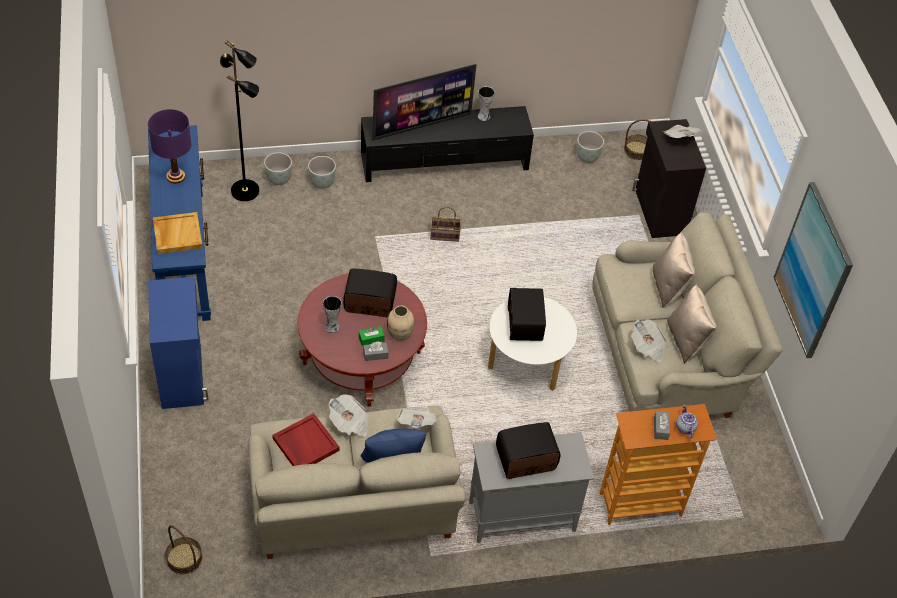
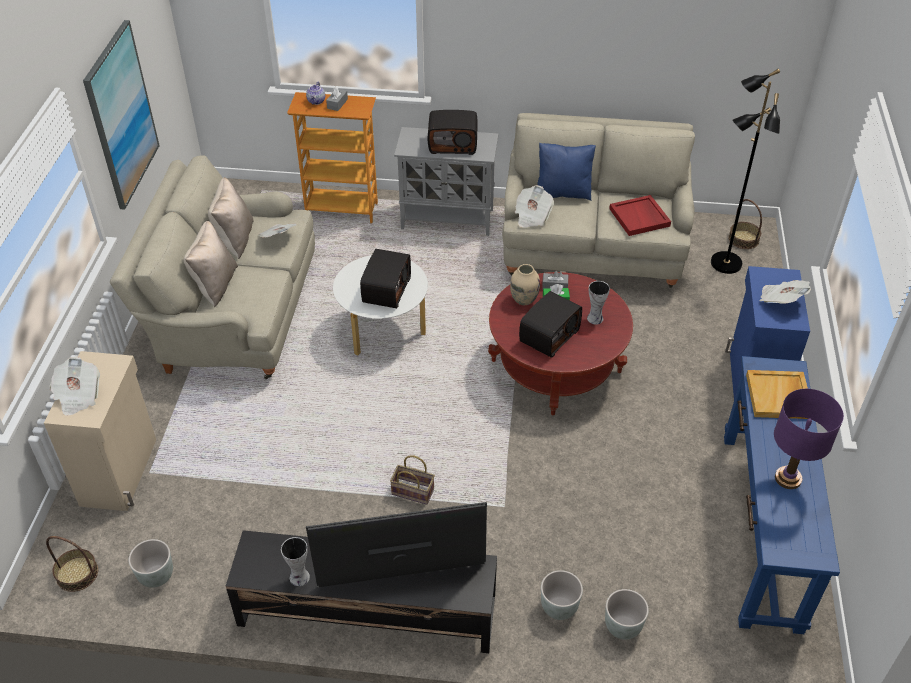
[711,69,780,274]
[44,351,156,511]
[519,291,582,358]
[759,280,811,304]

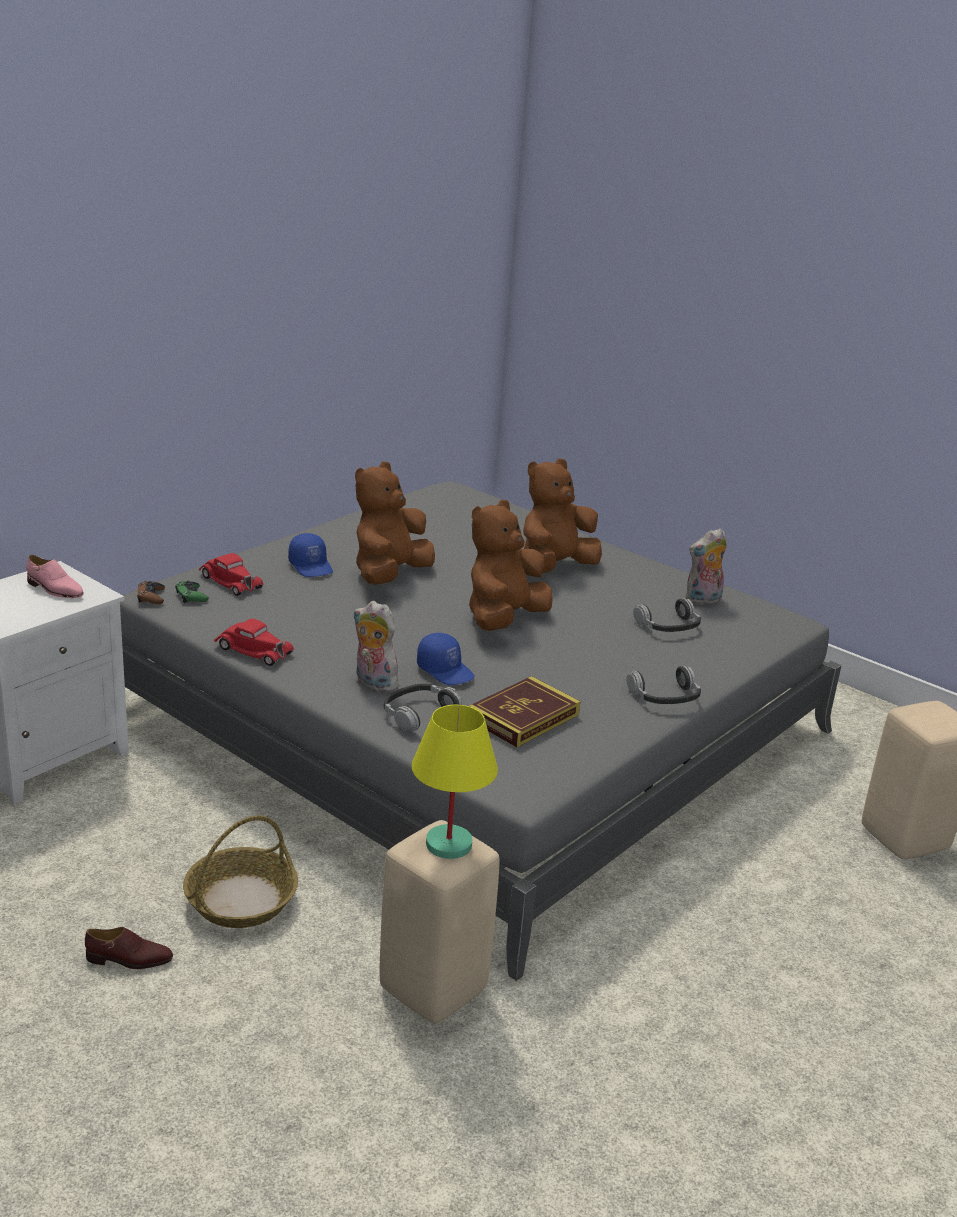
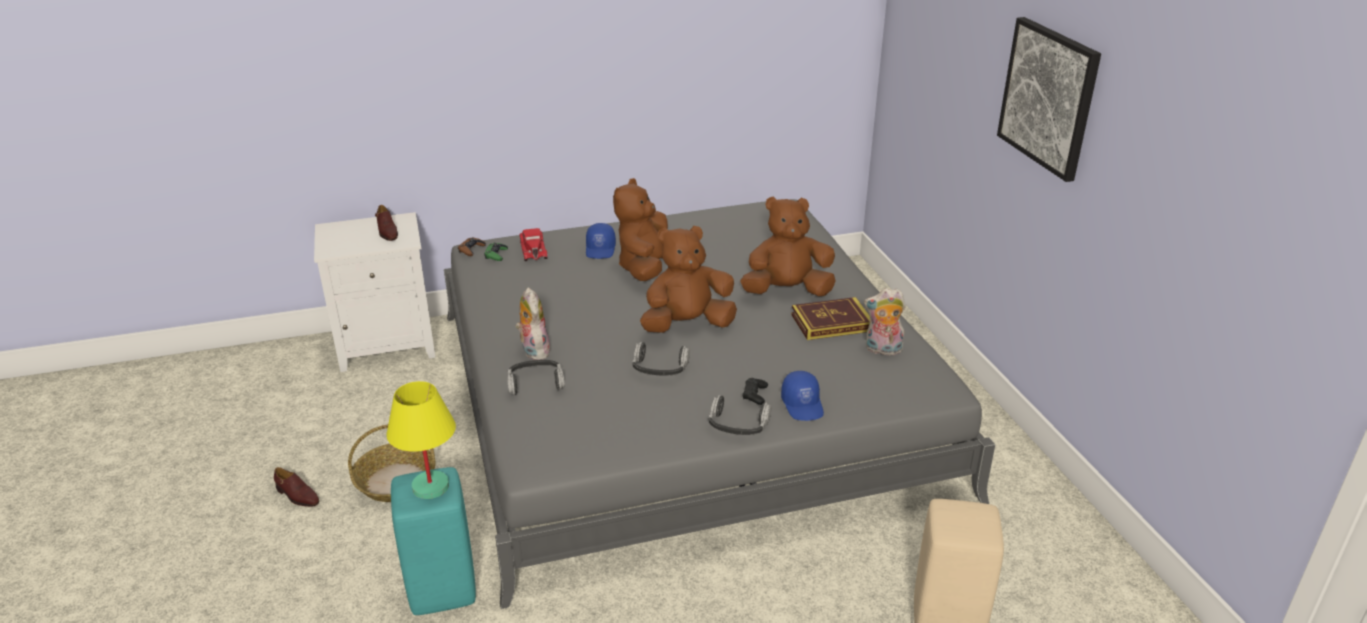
[613,178,668,281]
[375,205,398,241]
[632,342,690,376]
[214,618,294,666] (first image)
[781,371,824,421]
[791,297,870,340]
[391,467,476,615]
[997,17,1101,182]
[743,378,768,405]

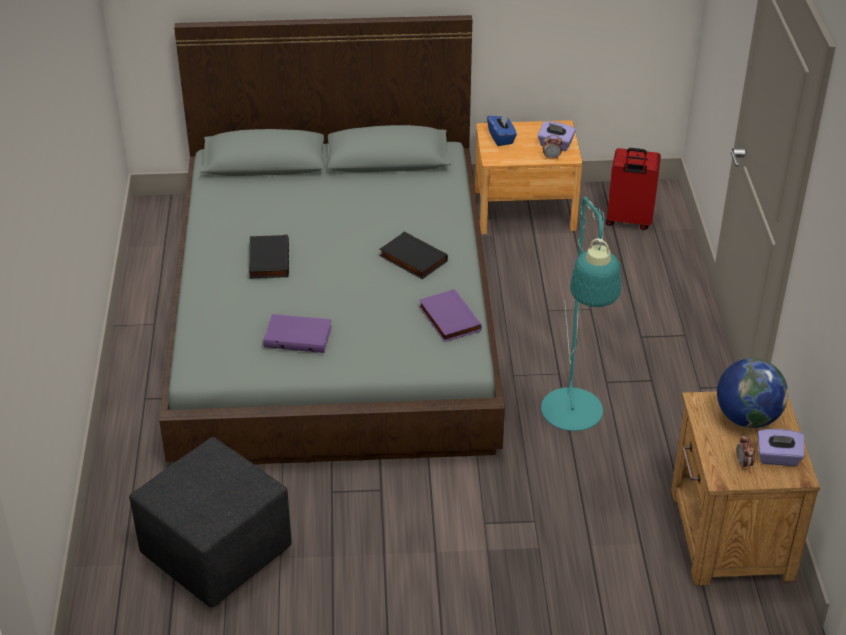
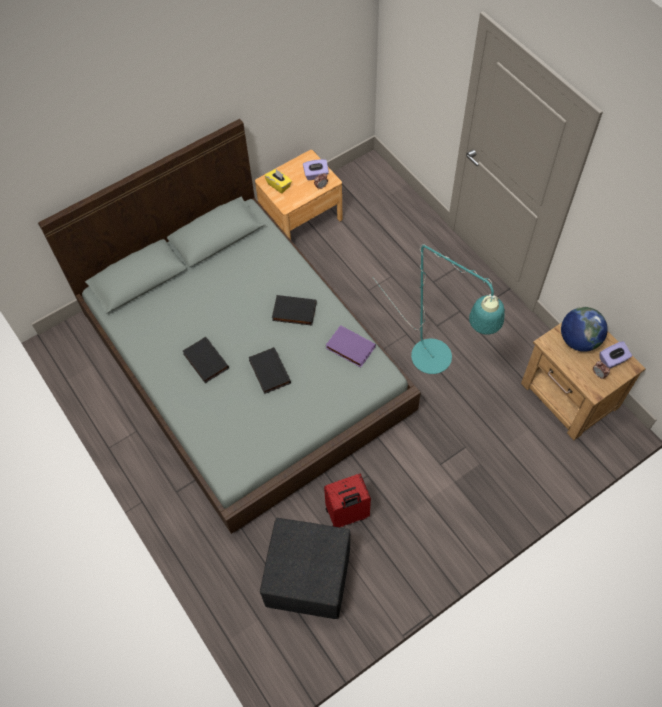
[265,169,292,193]
[324,474,371,527]
[263,314,332,353] (first image)
[248,347,291,394]

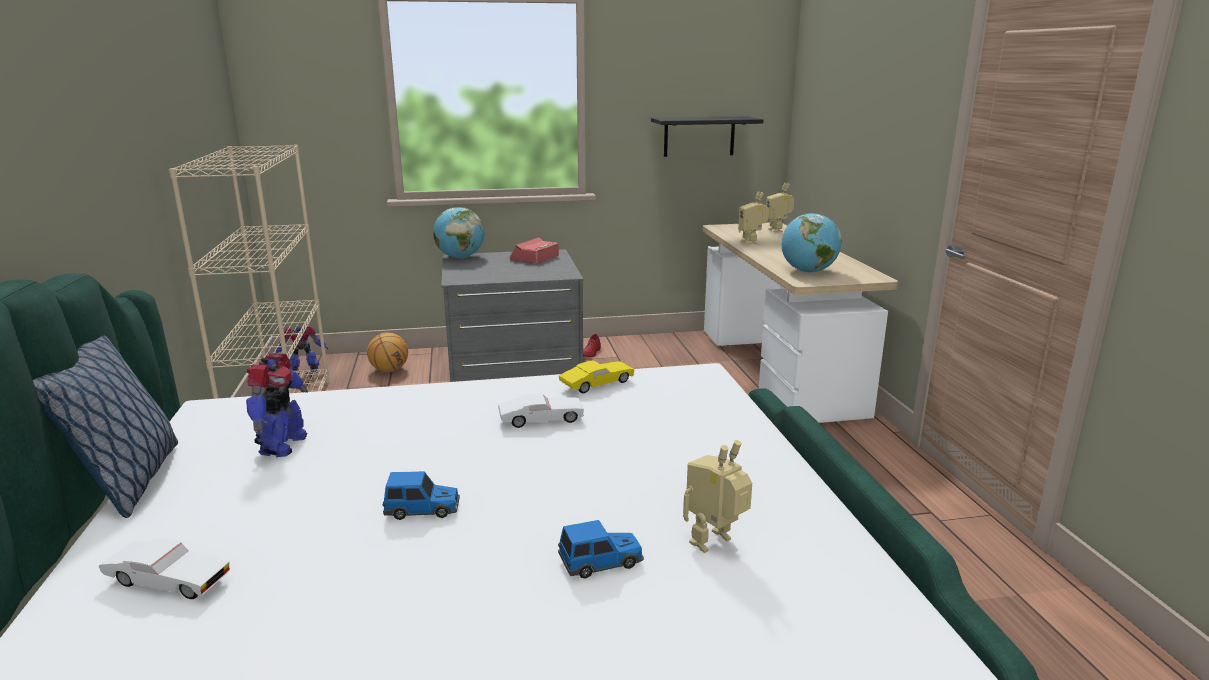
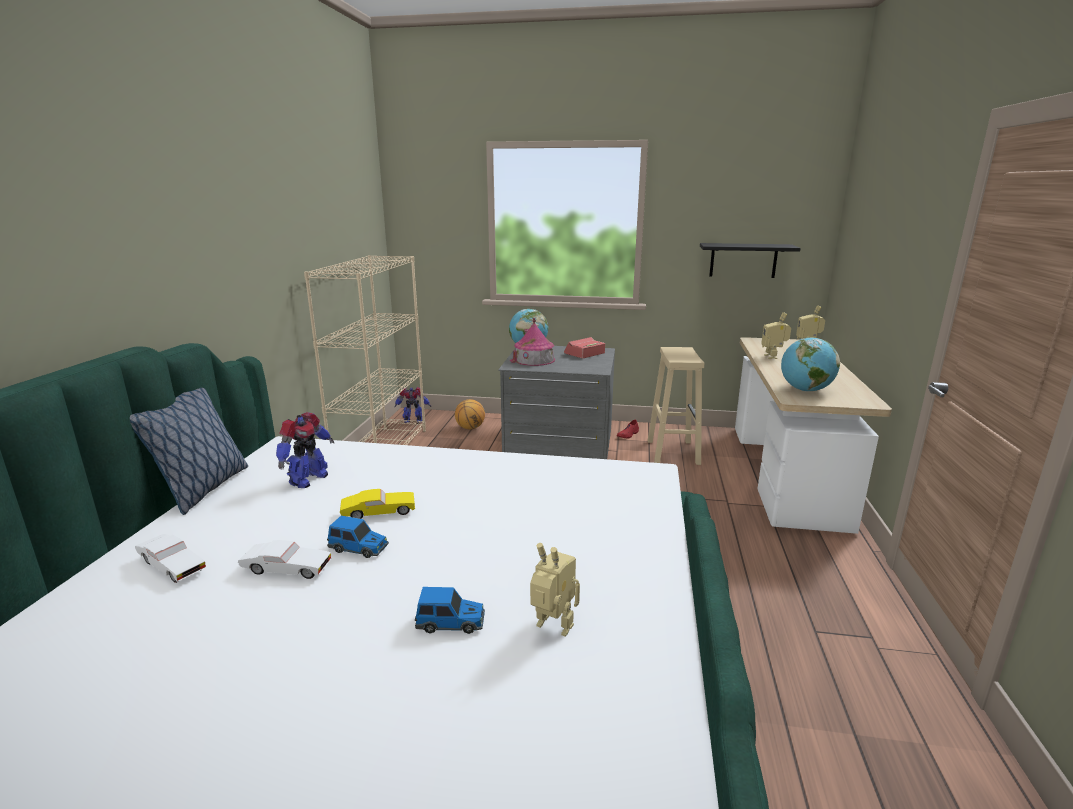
[340,489,415,519]
[238,540,332,579]
[530,543,580,637]
[510,318,555,366]
[647,347,704,465]

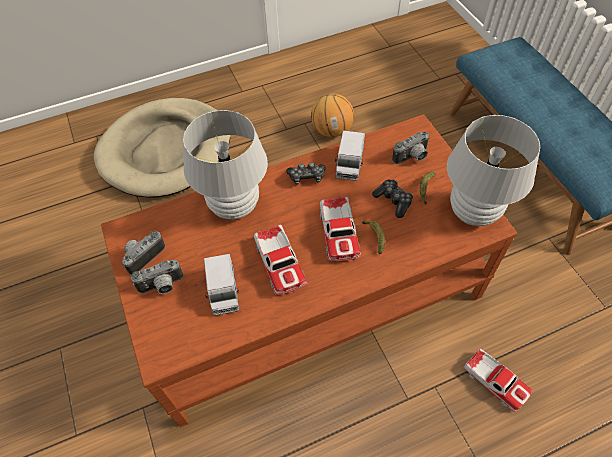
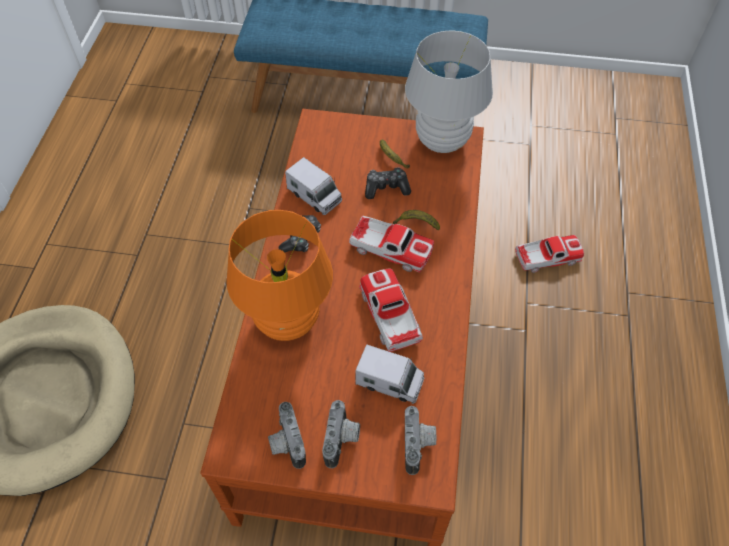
[311,93,354,137] (first image)
[226,210,333,341]
[405,406,436,475]
[359,269,423,352]

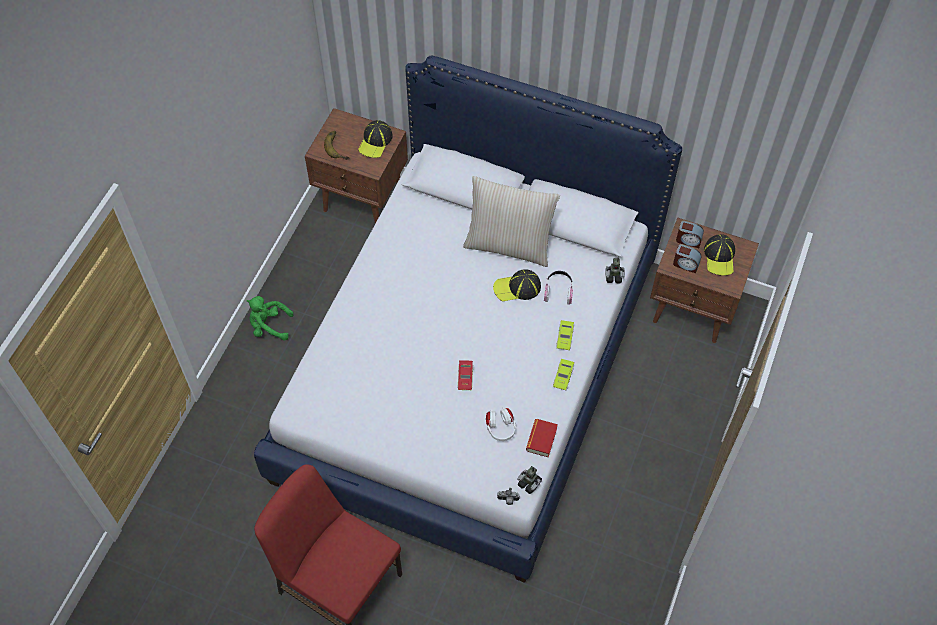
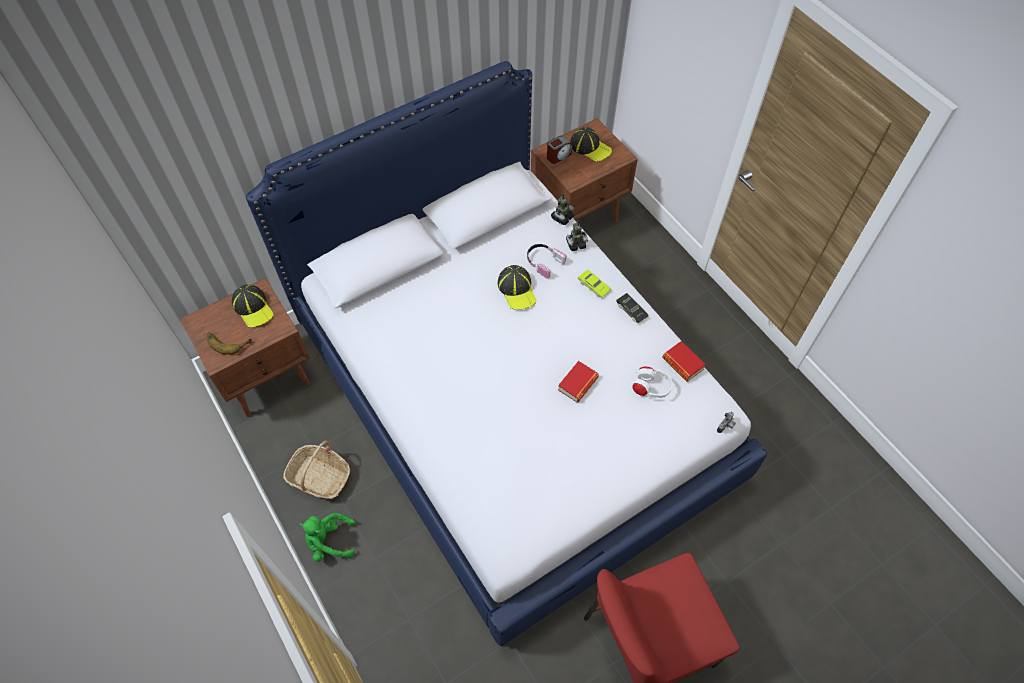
[463,176,560,267] (first image)
[673,244,701,273] (first image)
[498,265,537,309]
[299,513,356,562]
[616,293,648,323]
[558,361,599,402]
[566,220,588,251]
[283,441,350,499]

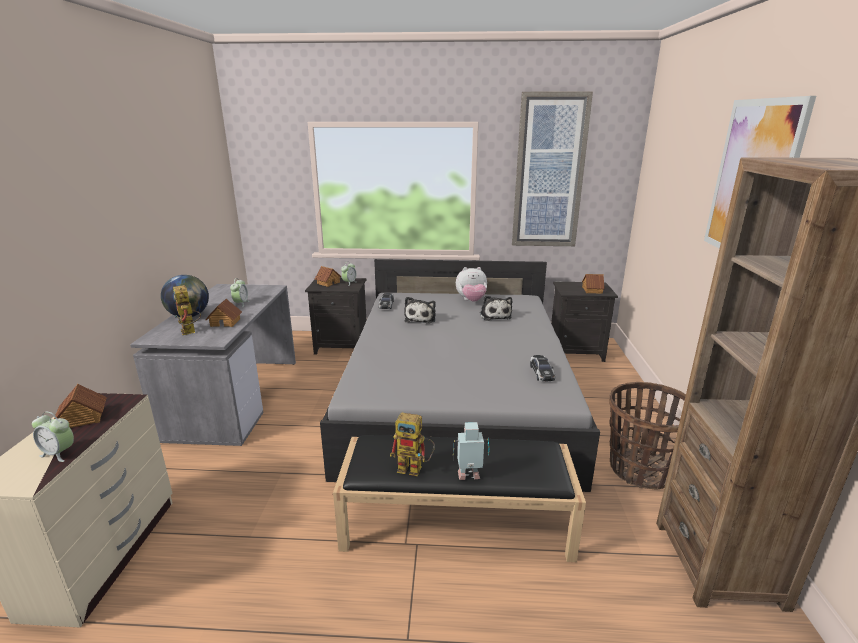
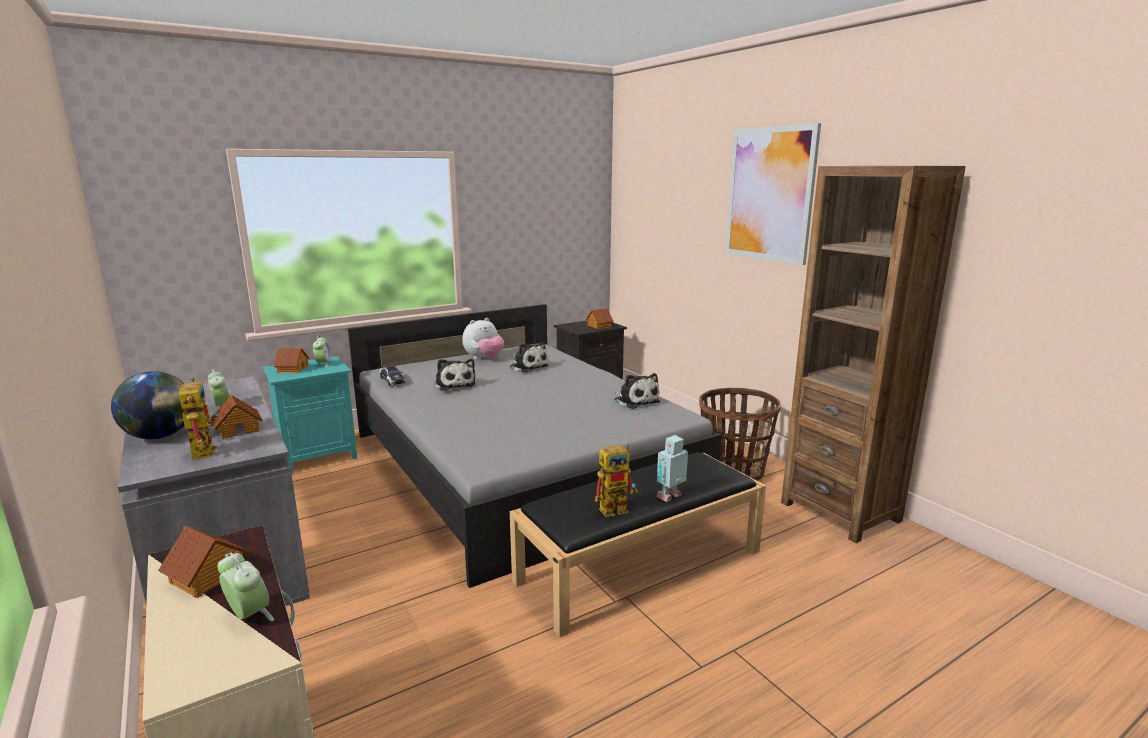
[512,91,593,246] (first image)
[263,356,357,473]
[178,377,217,460]
[615,373,660,409]
[217,553,274,621]

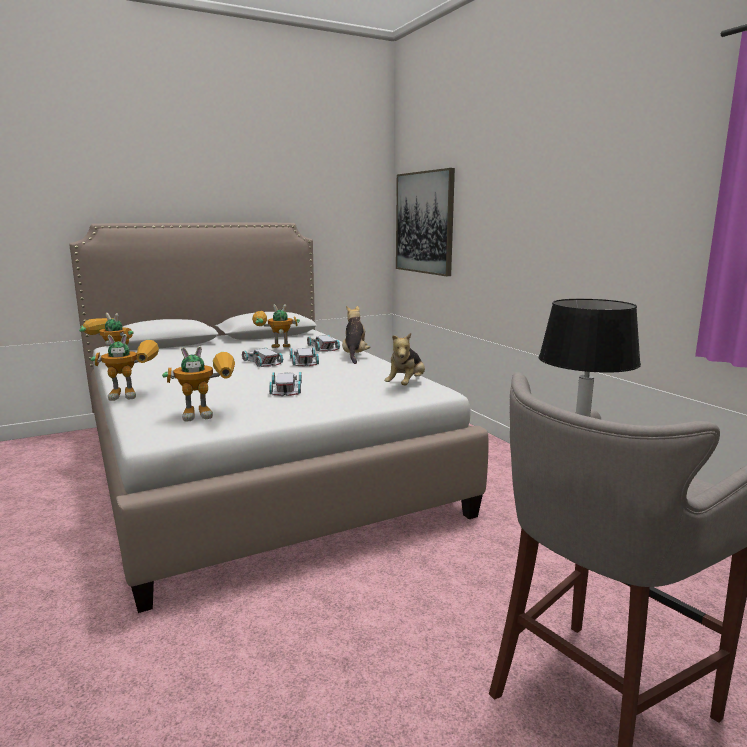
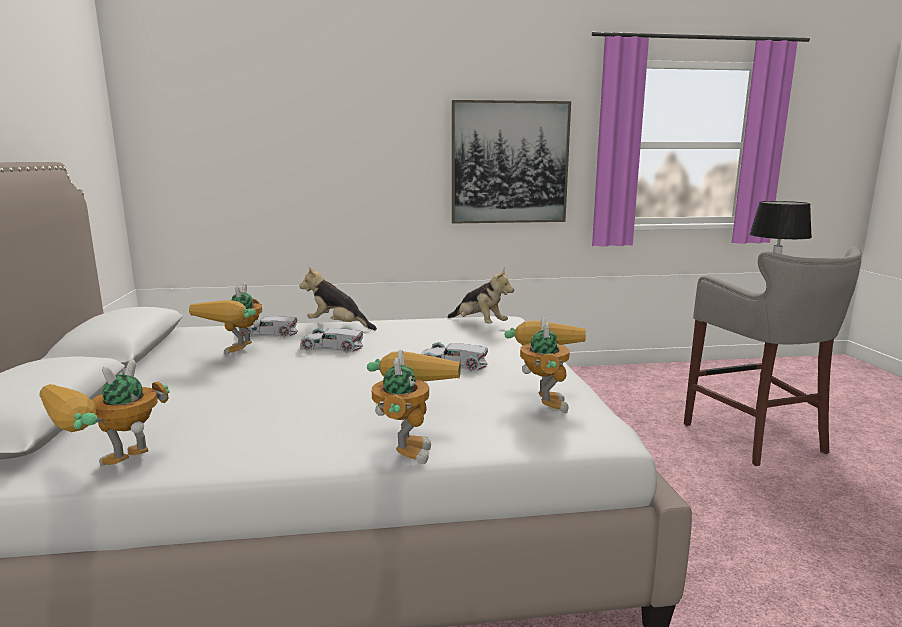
[452,100,571,224]
[242,348,283,367] (first image)

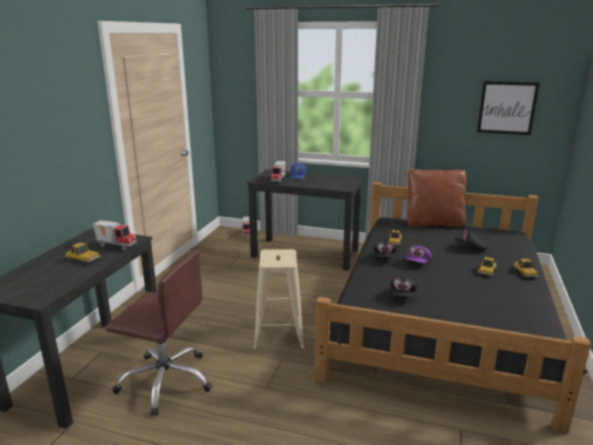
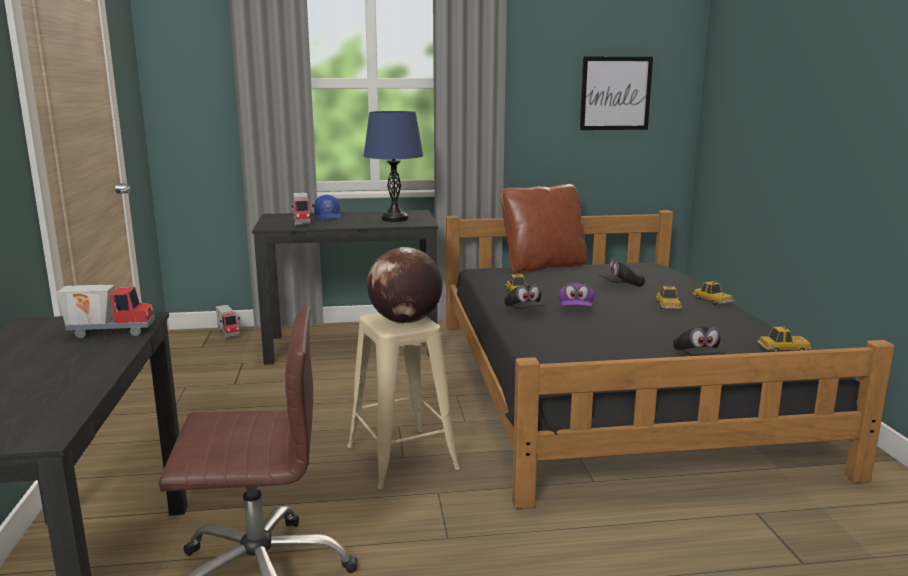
[757,327,812,352]
[673,327,725,356]
[364,111,423,222]
[367,247,443,323]

